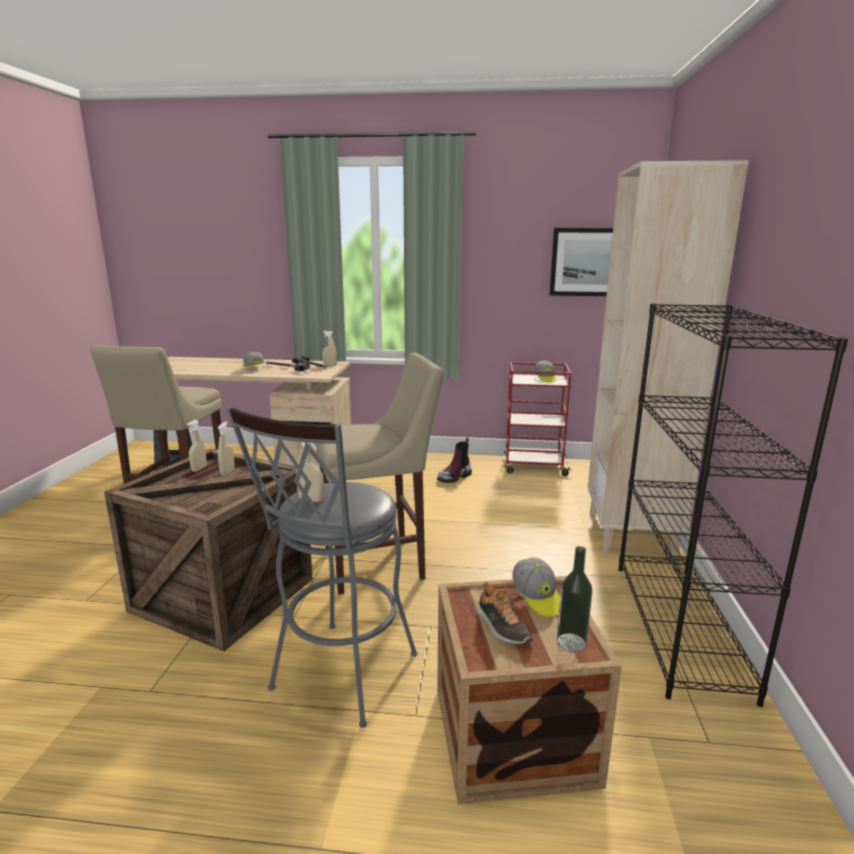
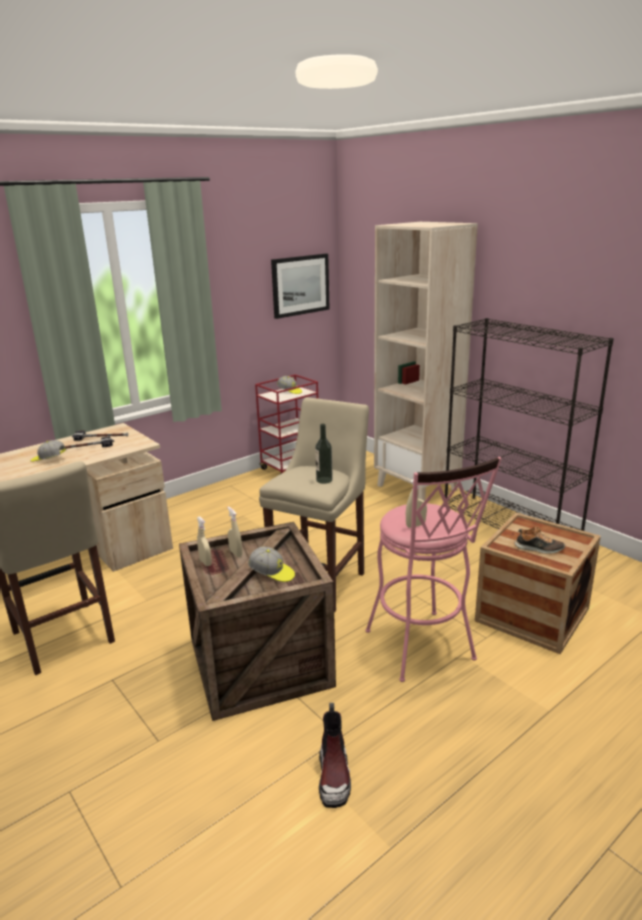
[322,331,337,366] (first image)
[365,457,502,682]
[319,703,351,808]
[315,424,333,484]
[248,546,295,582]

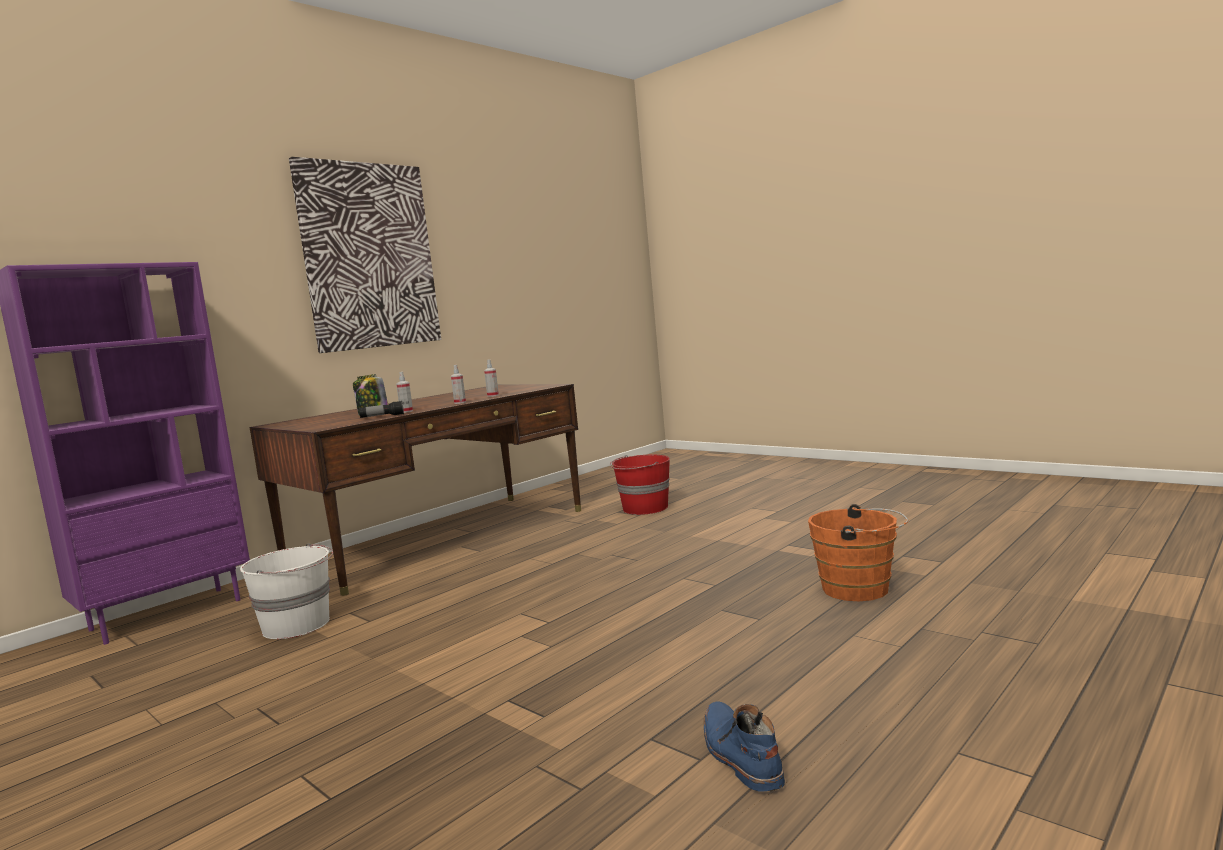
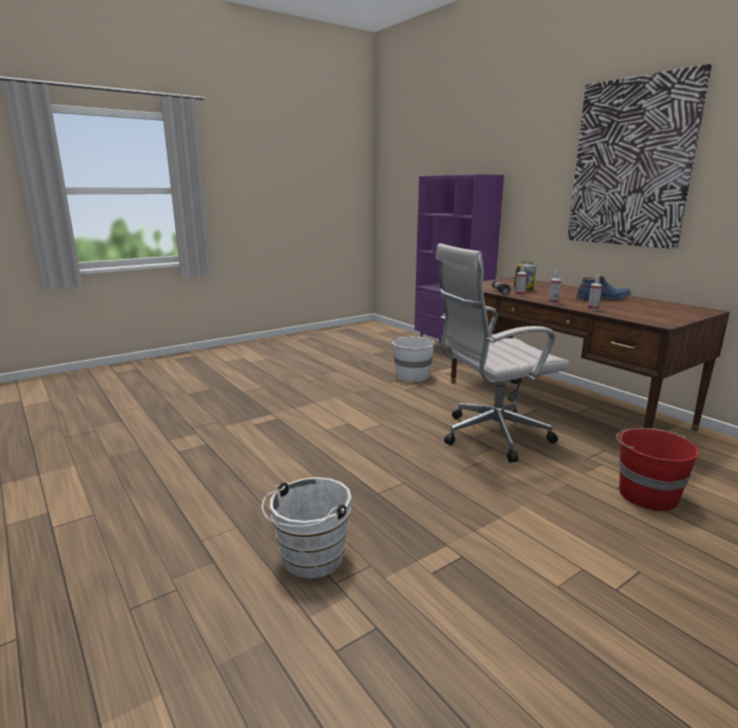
[262,477,351,578]
[576,276,631,300]
[435,243,570,463]

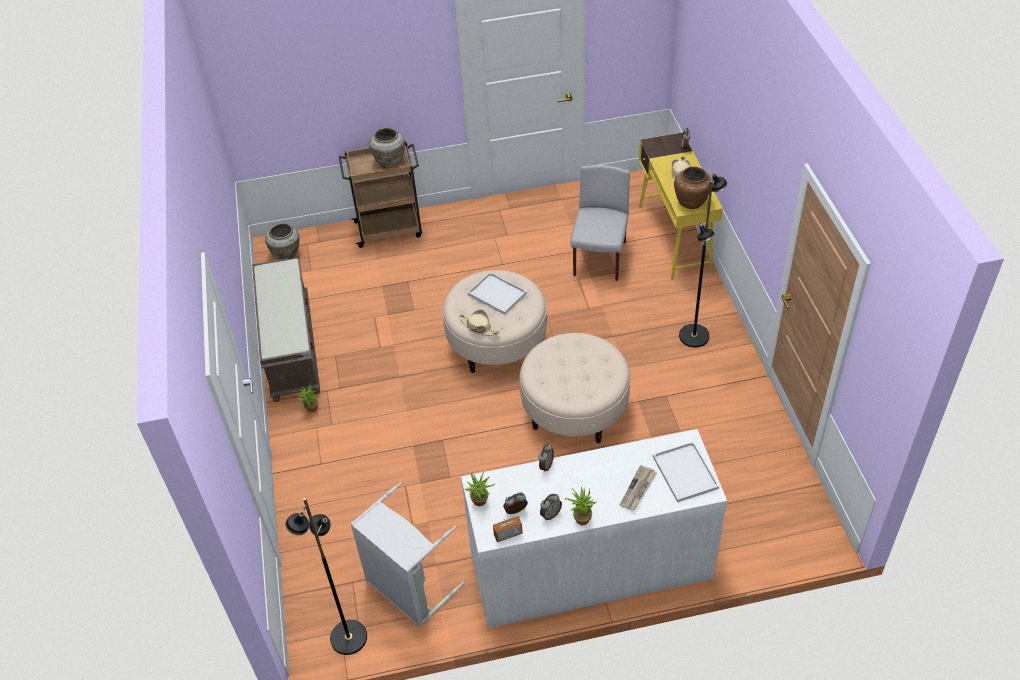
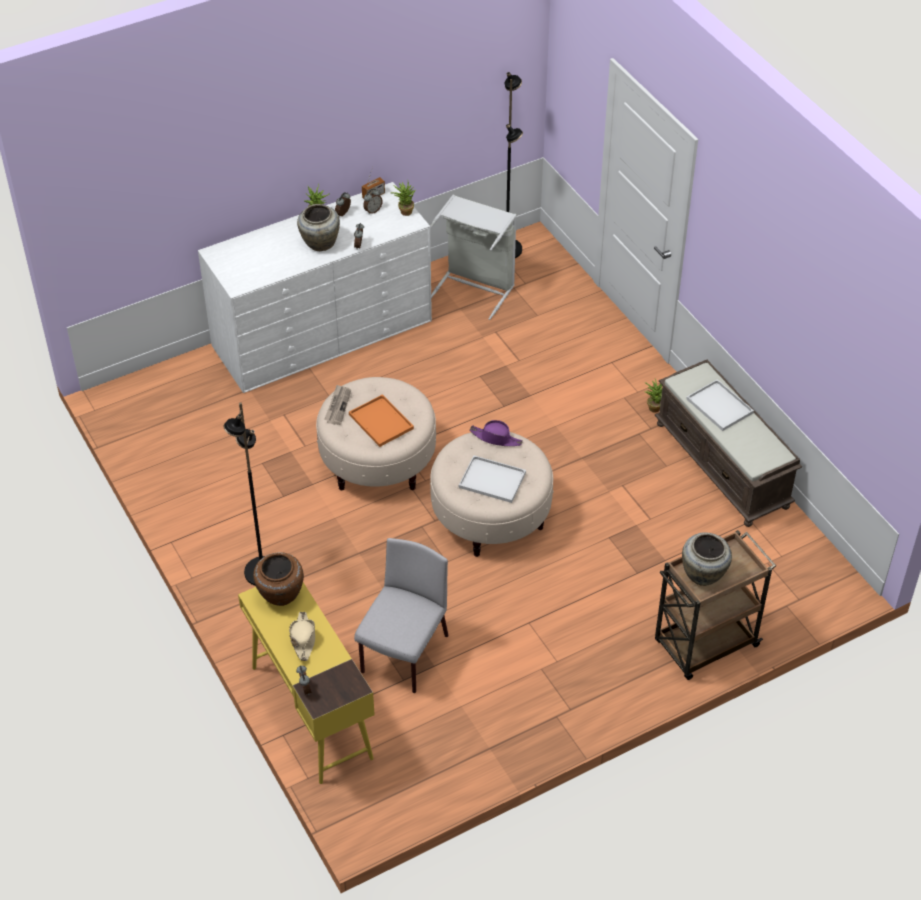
[354,538,448,693]
[297,204,340,251]
[470,420,523,446]
[686,379,754,431]
[324,385,351,425]
[349,394,414,447]

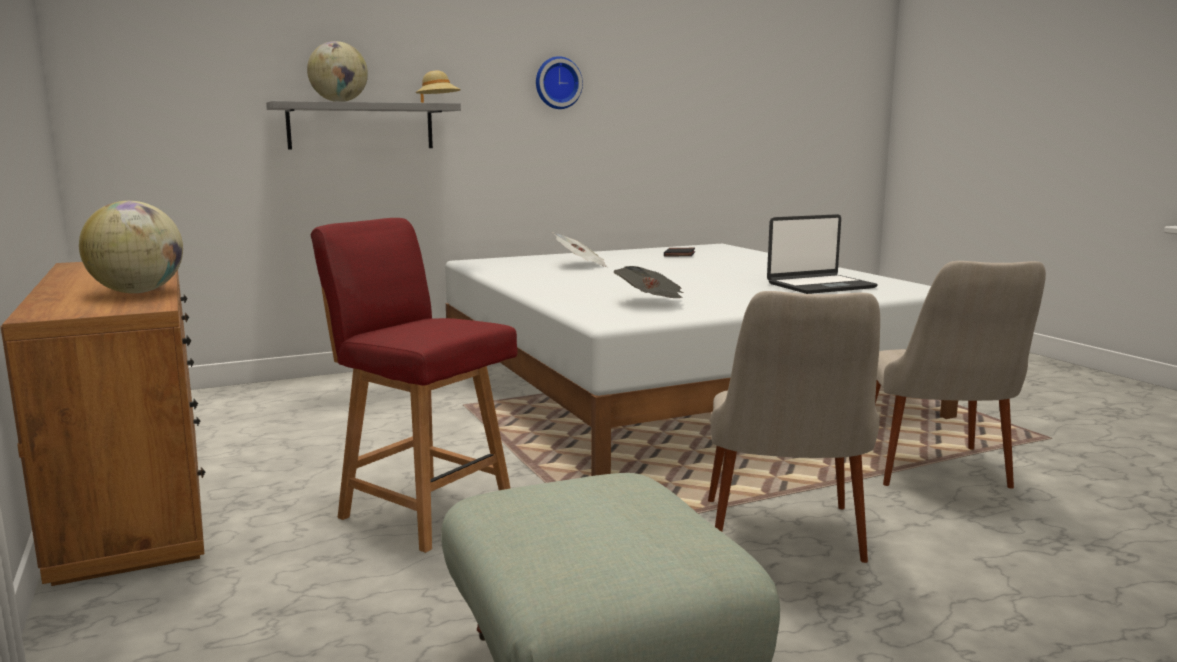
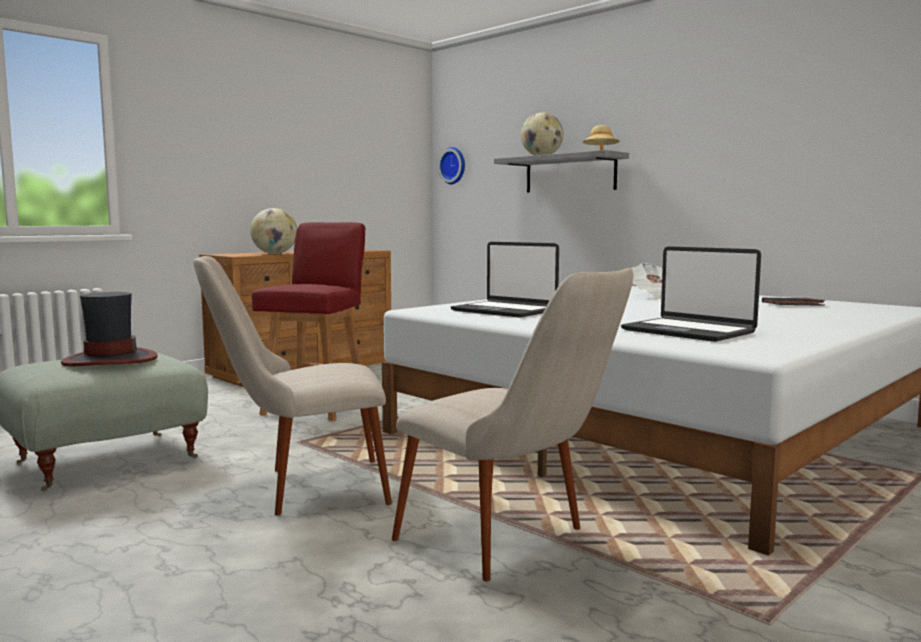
[438,147,465,184]
[392,268,633,582]
[451,242,559,318]
[61,292,158,366]

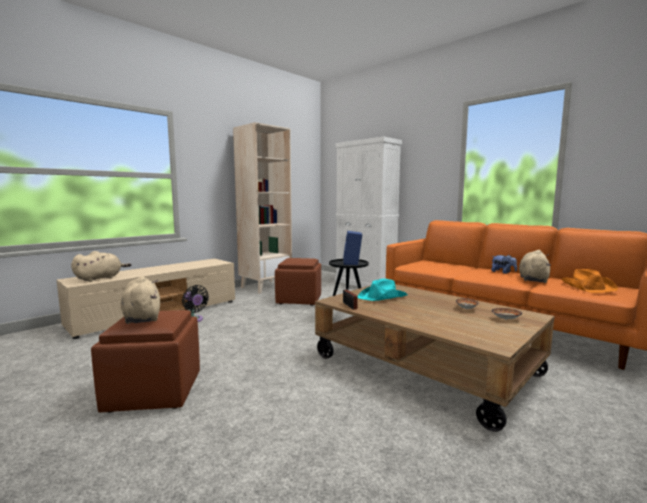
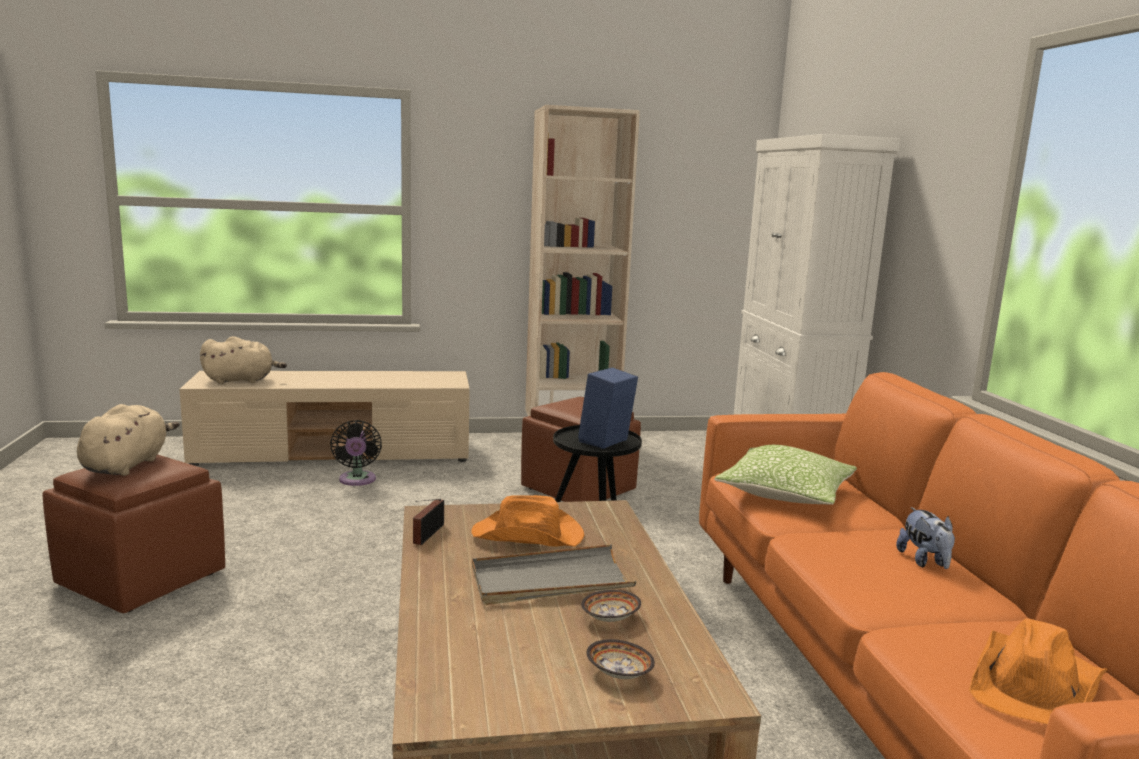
[519,250,551,283] (first image)
[471,495,584,547]
[714,445,857,505]
[472,544,636,605]

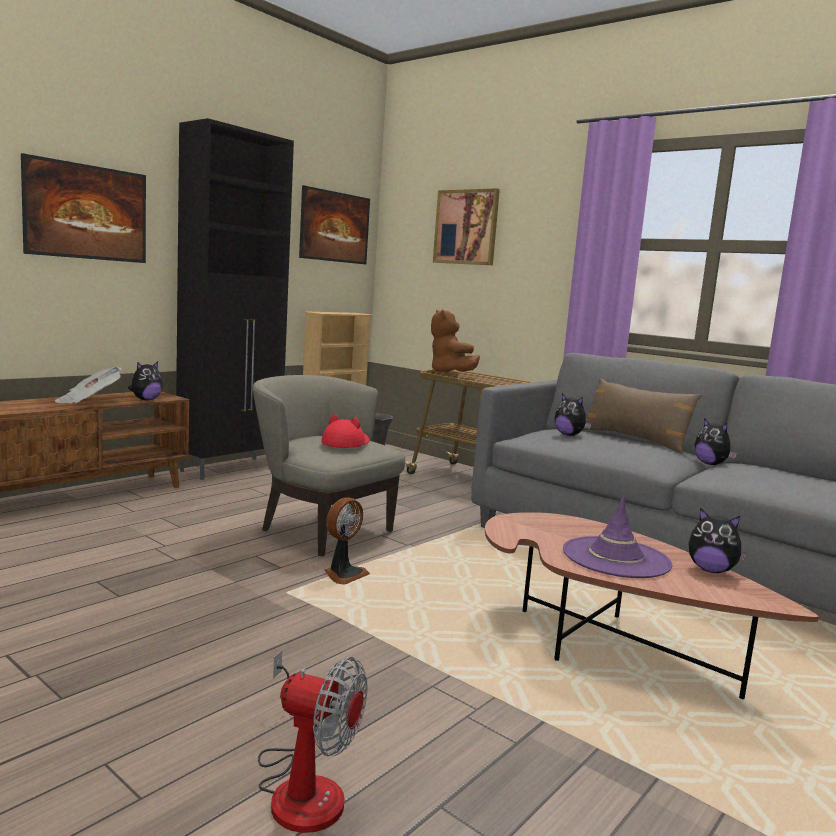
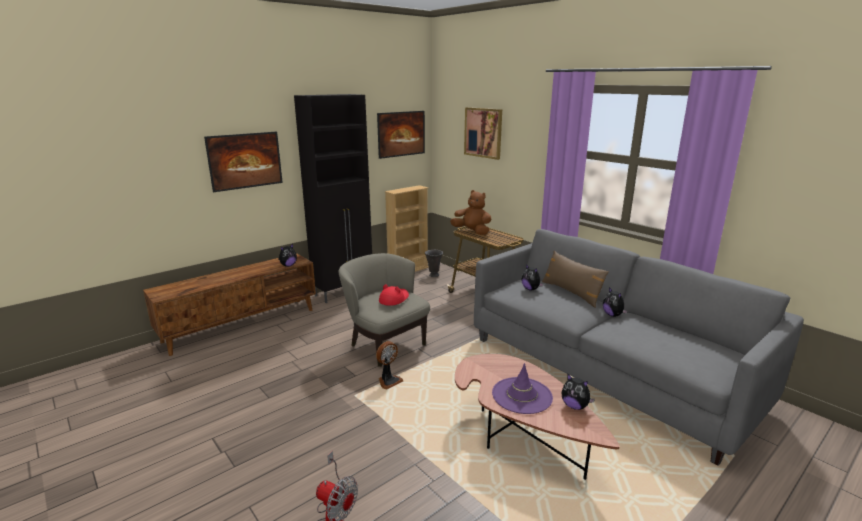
[450,190,491,235]
[55,367,122,403] (first image)

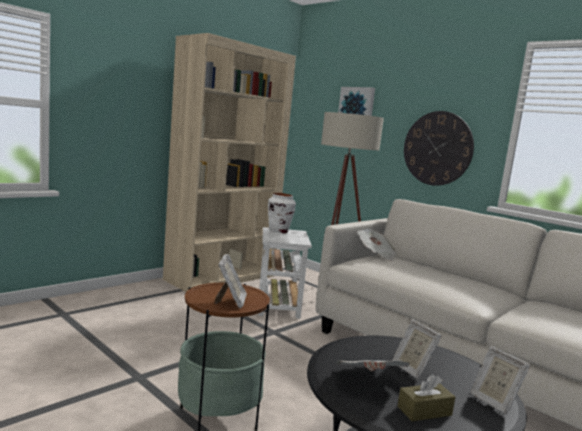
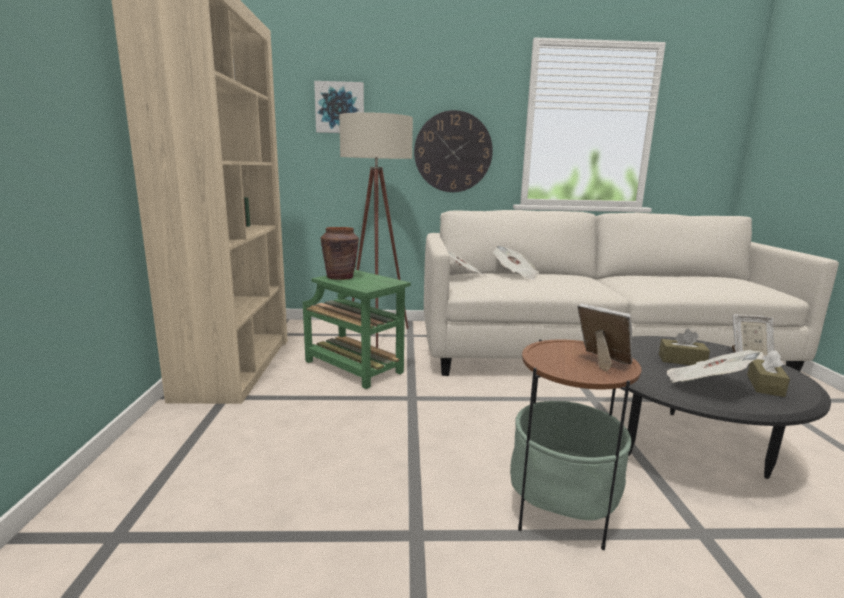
[320,227,359,280]
[303,270,411,389]
[659,329,710,365]
[493,245,539,280]

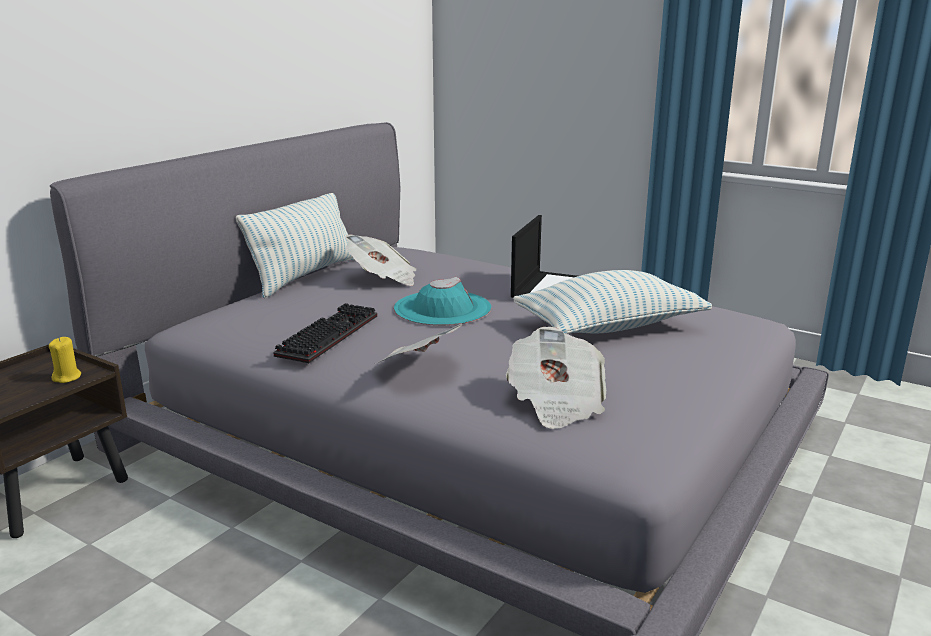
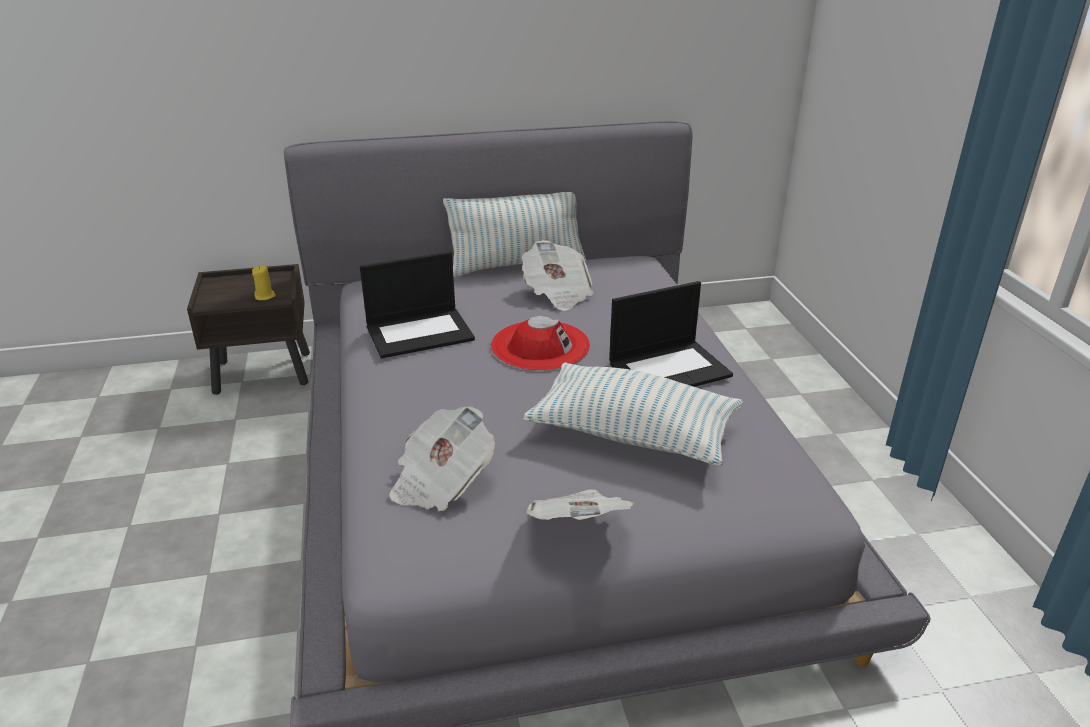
[491,316,590,371]
[360,251,475,358]
[526,489,634,520]

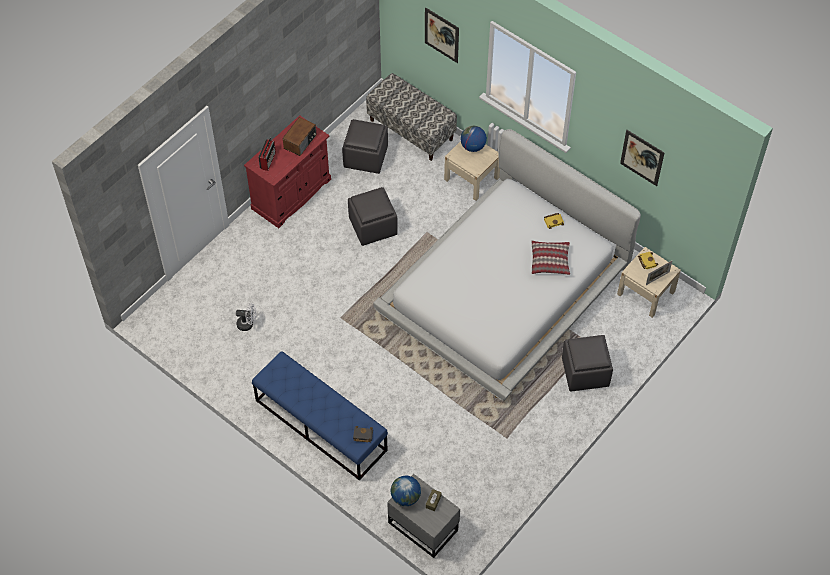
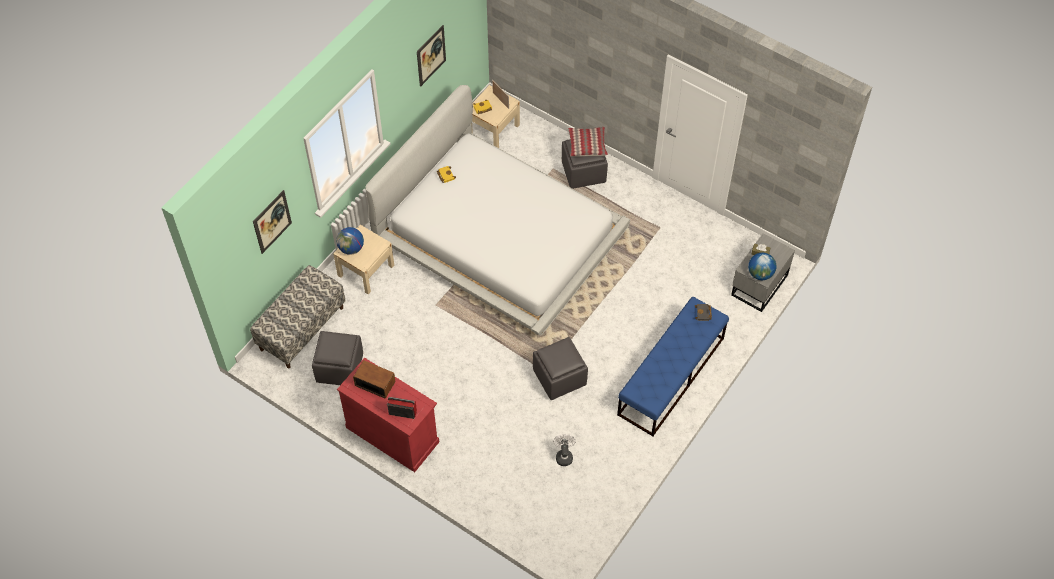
[533,337,588,400]
[568,127,608,157]

